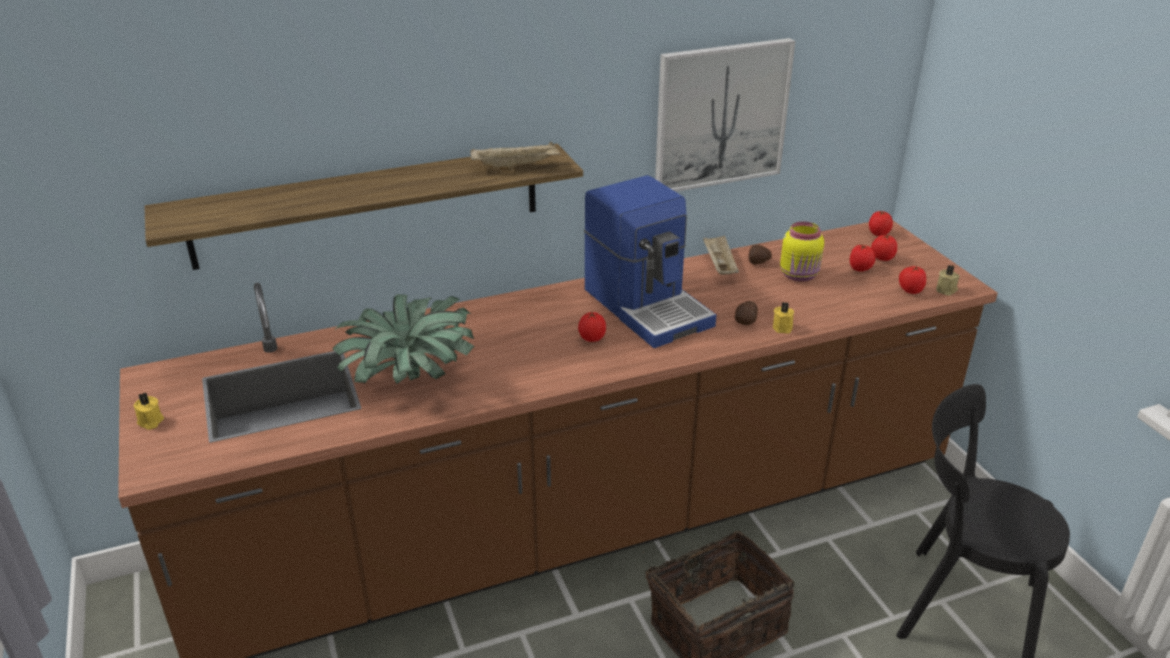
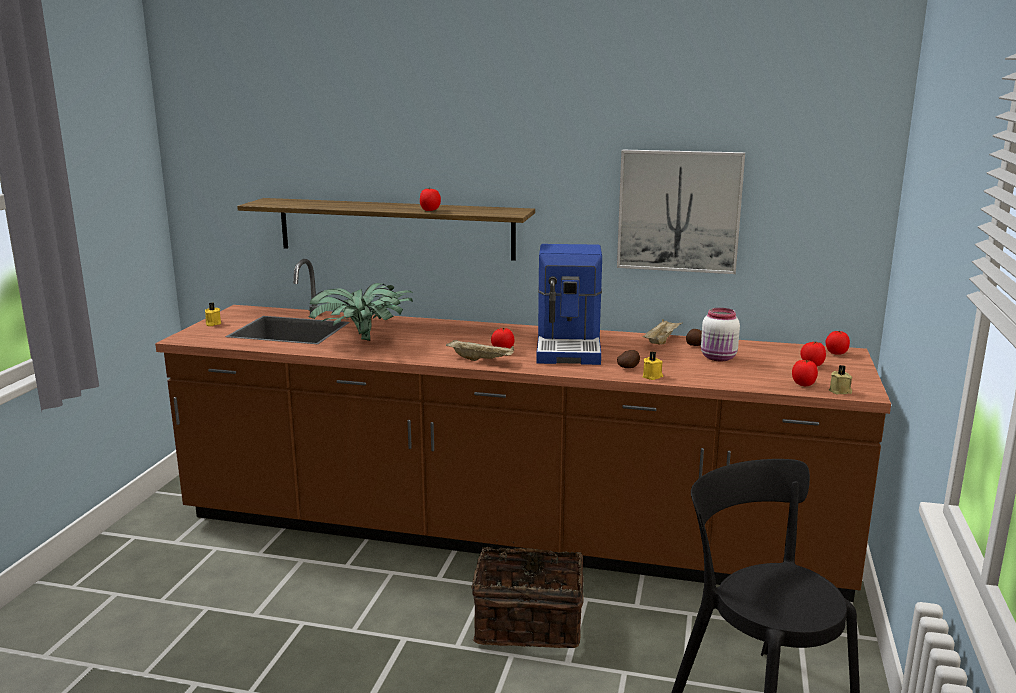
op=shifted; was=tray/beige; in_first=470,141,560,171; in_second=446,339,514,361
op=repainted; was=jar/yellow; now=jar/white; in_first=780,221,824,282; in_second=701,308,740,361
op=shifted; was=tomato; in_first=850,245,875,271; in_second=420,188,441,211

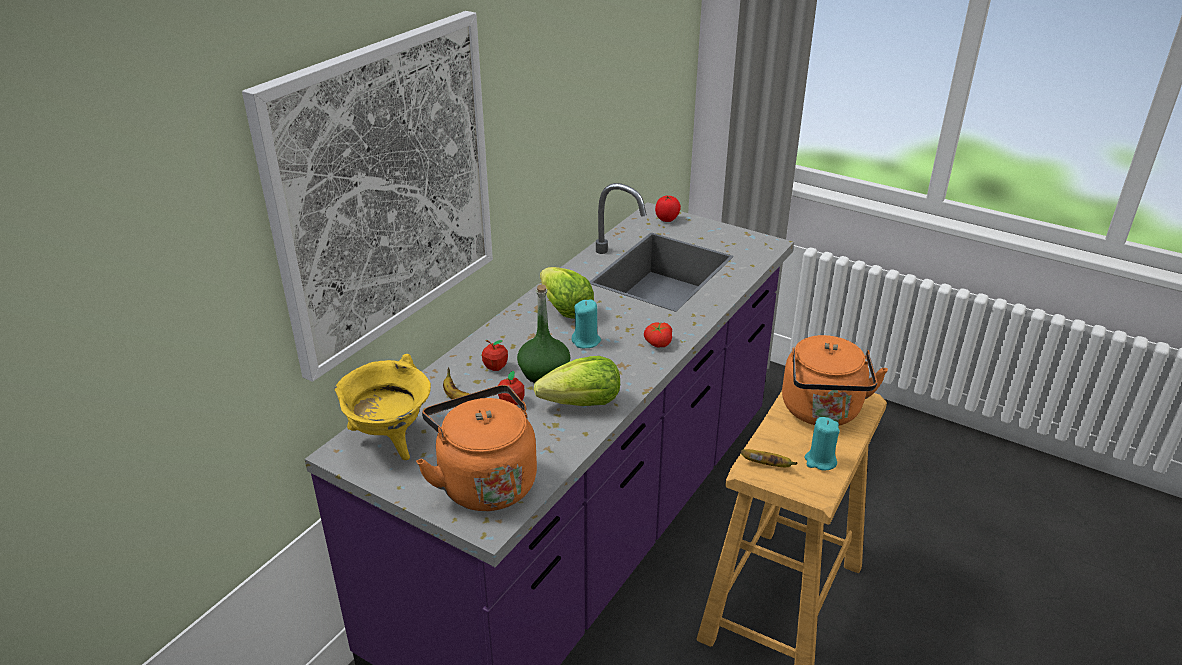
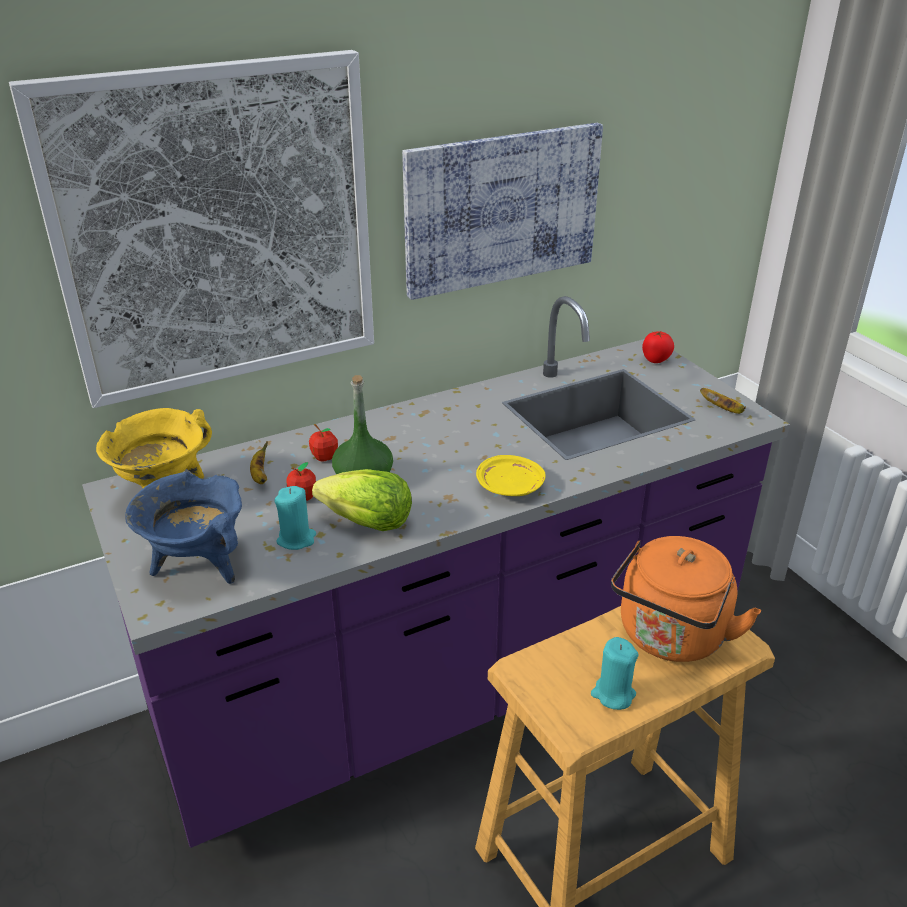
op=gone; was=lettuce; in_first=540,267,594,319
op=shifted; was=candle/turquoise; in_first=572,299,601,348; in_second=274,486,316,550
op=swapped; was=tomato; now=plate/yellow; in_first=644,322,672,348; in_second=476,455,546,496
op=swapped; was=kettle/orange; now=cooking pot/blue; in_first=416,385,537,511; in_second=125,472,242,584
op=shifted; was=banana; in_first=740,449,797,467; in_second=700,388,746,414
op=new; now=picture; in_second=402,123,603,300

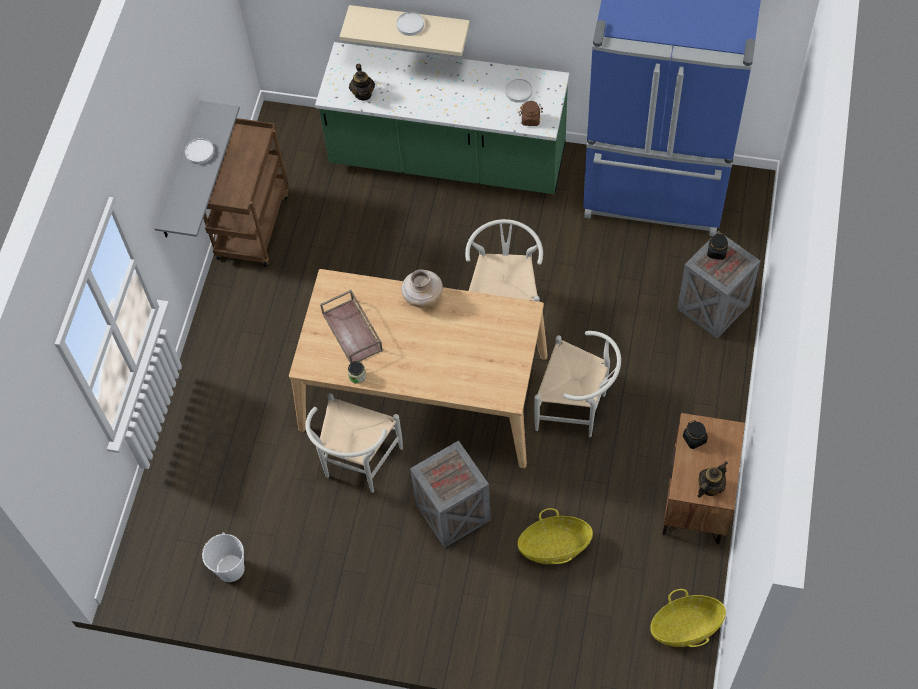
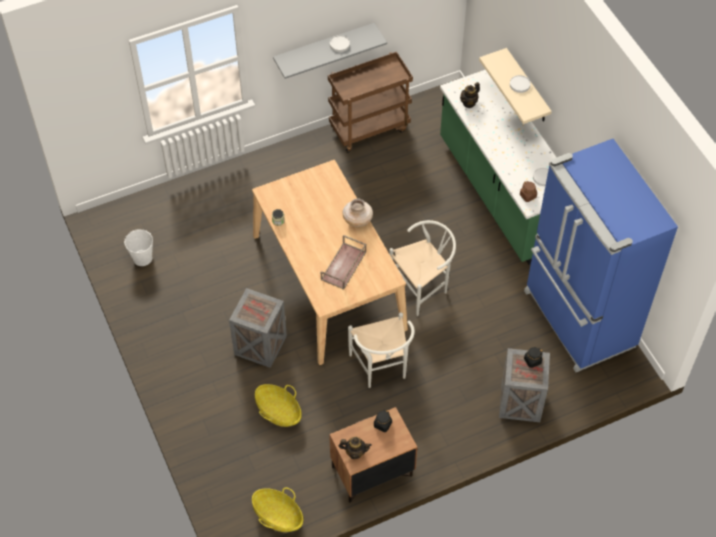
op=shifted; was=tray/brown; in_first=320,290,383,363; in_second=321,235,366,290
op=gone; was=chair/white; in_first=305,393,403,493

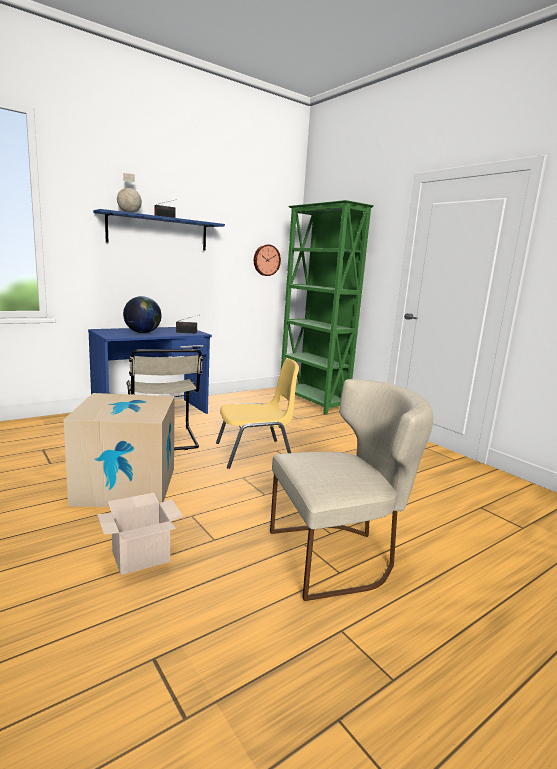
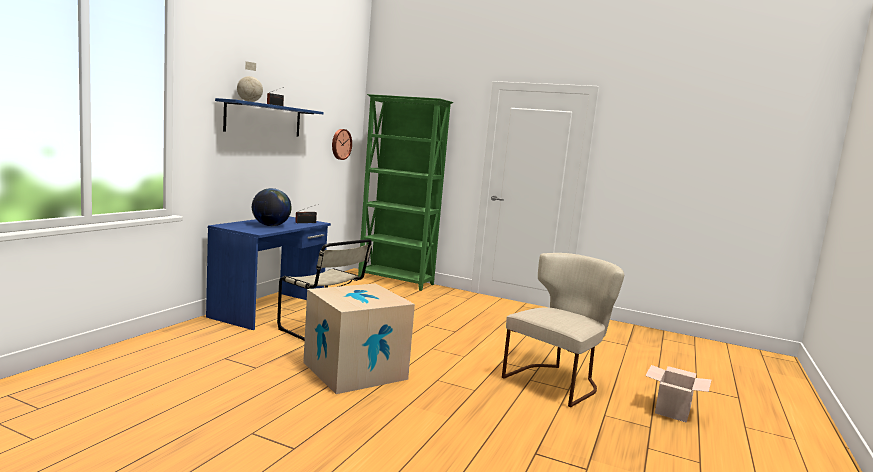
op=gone; was=chair/yellow; in_first=216,358,299,469
op=shifted; was=cardboard box; in_first=97,493,183,575; in_second=645,365,711,423

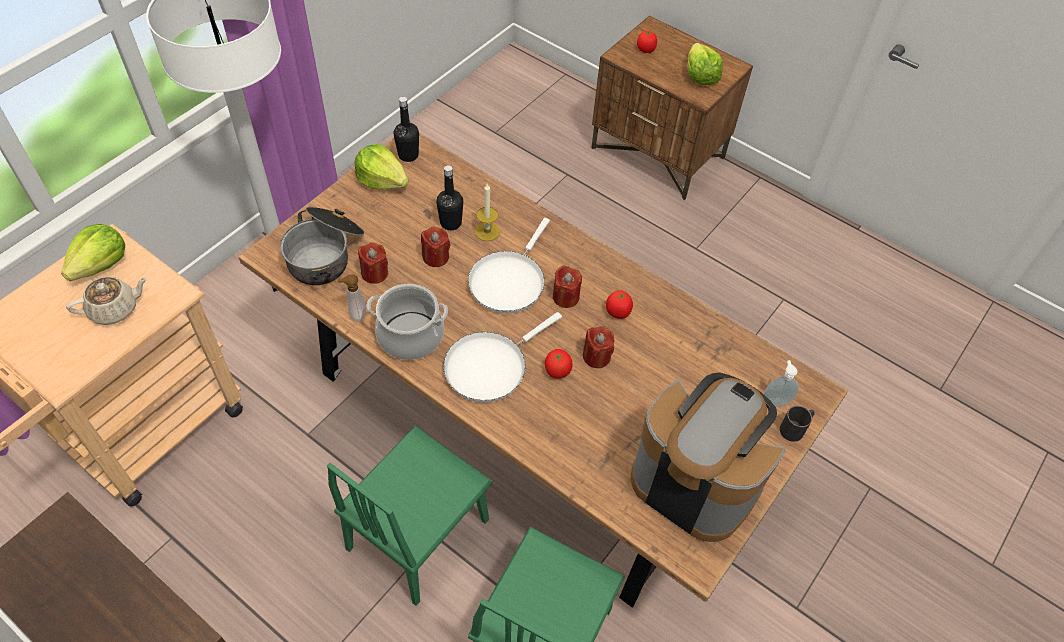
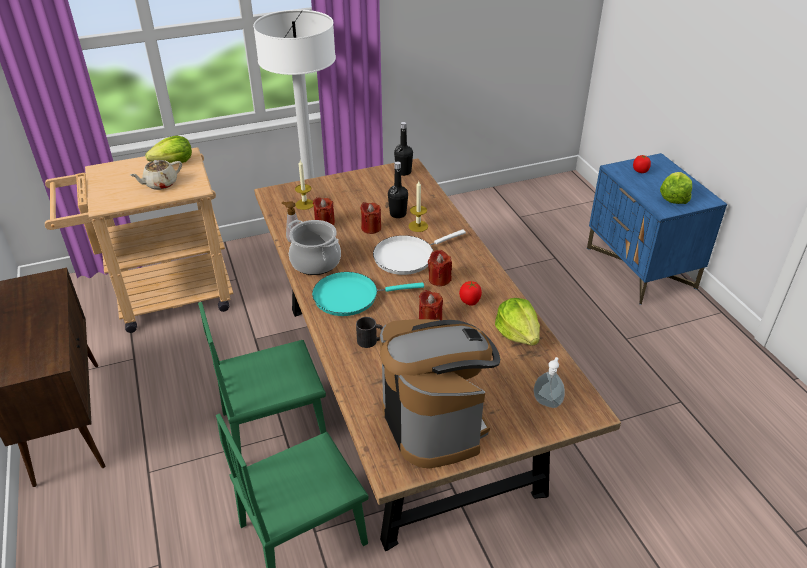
op=repainted; was=nightstand/brown; now=nightstand/blue; in_first=591,16,753,200; in_second=587,153,727,305
op=shifted; was=lettuce; in_first=354,144,409,190; in_second=495,298,540,346
op=swapped; was=cooking pot; now=candle; in_first=280,207,365,285; in_second=295,160,314,210
op=rotated; was=teapot/beige; in_first=66,277,148,325; in_second=130,160,182,190; clockwise=135
op=repainted; was=frying pan/white; now=frying pan/turquoise; in_first=443,312,562,403; in_second=312,272,424,316
op=gone; was=tomato; in_first=545,349,573,379
op=shifted; was=mug/black; in_first=780,406,815,442; in_second=356,317,383,348

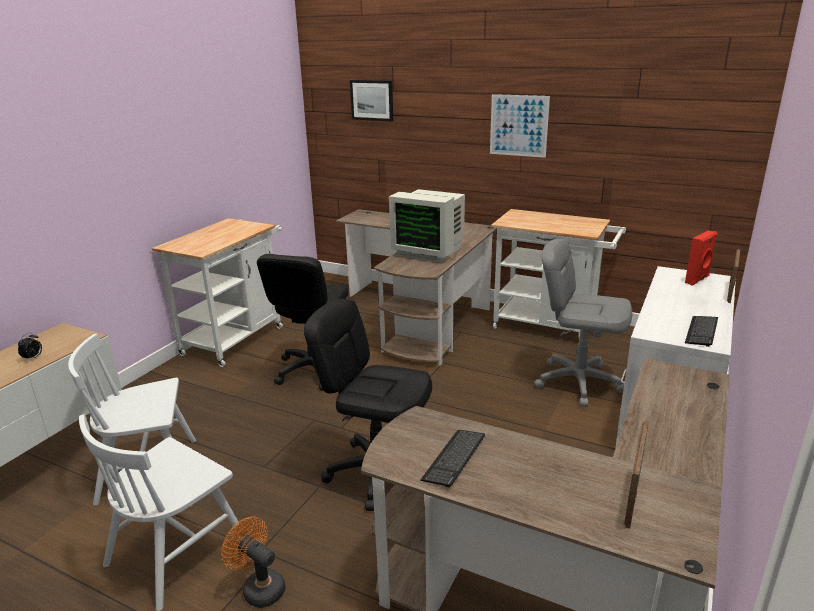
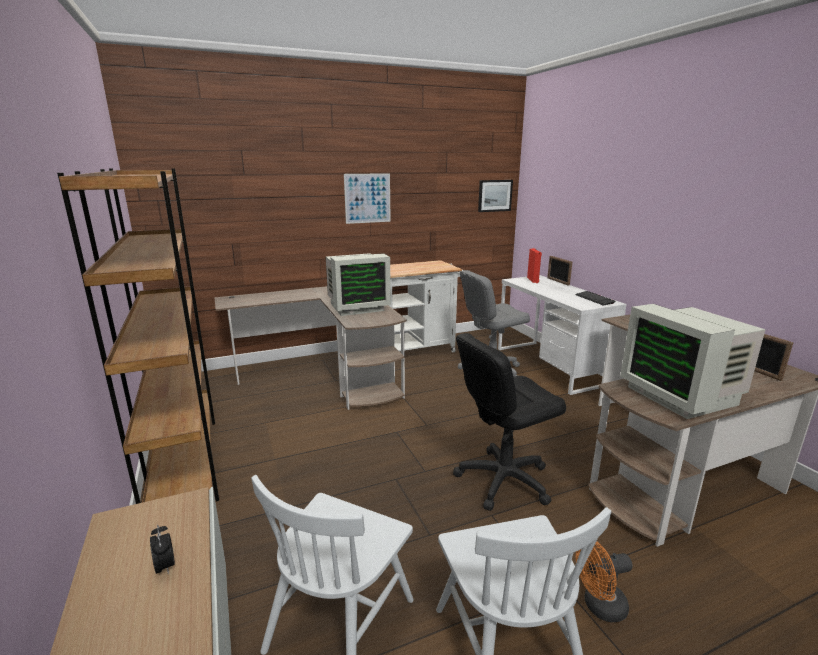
op=shifted; was=picture; in_first=350,80,393,121; in_second=478,180,513,212
op=swapped; was=cart/white; now=bookcase/brown; in_first=152,218,283,367; in_second=57,168,219,504
op=gone; was=office chair/black; in_first=257,254,348,391
op=swapped; was=keyboard; now=monitor; in_first=420,430,485,488; in_second=620,304,766,419

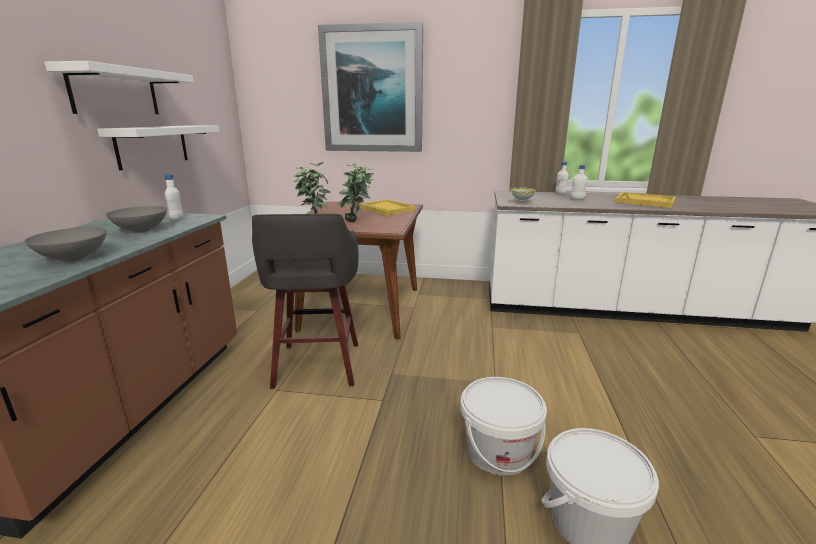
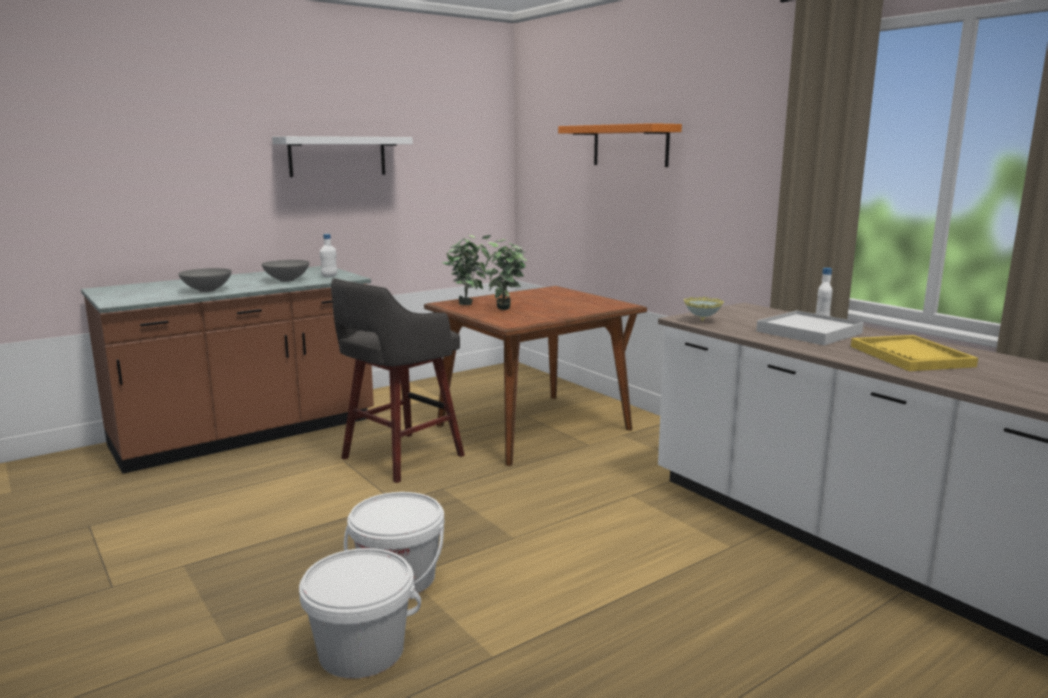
op=swapped; was=picture; now=shelf/orange; in_first=318,22,423,152; in_second=558,123,682,167
op=gone; was=shelf/white; in_first=97,125,219,170
op=swapped; was=bottle/white; now=tray/white; in_first=571,165,588,200; in_second=756,311,864,346
op=gone; was=tray/yellow; in_first=360,200,415,216

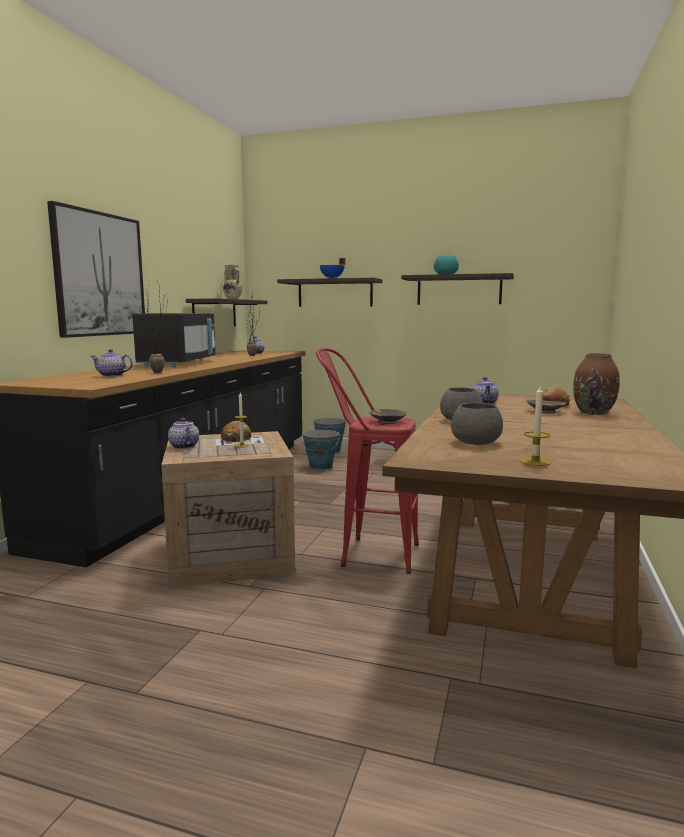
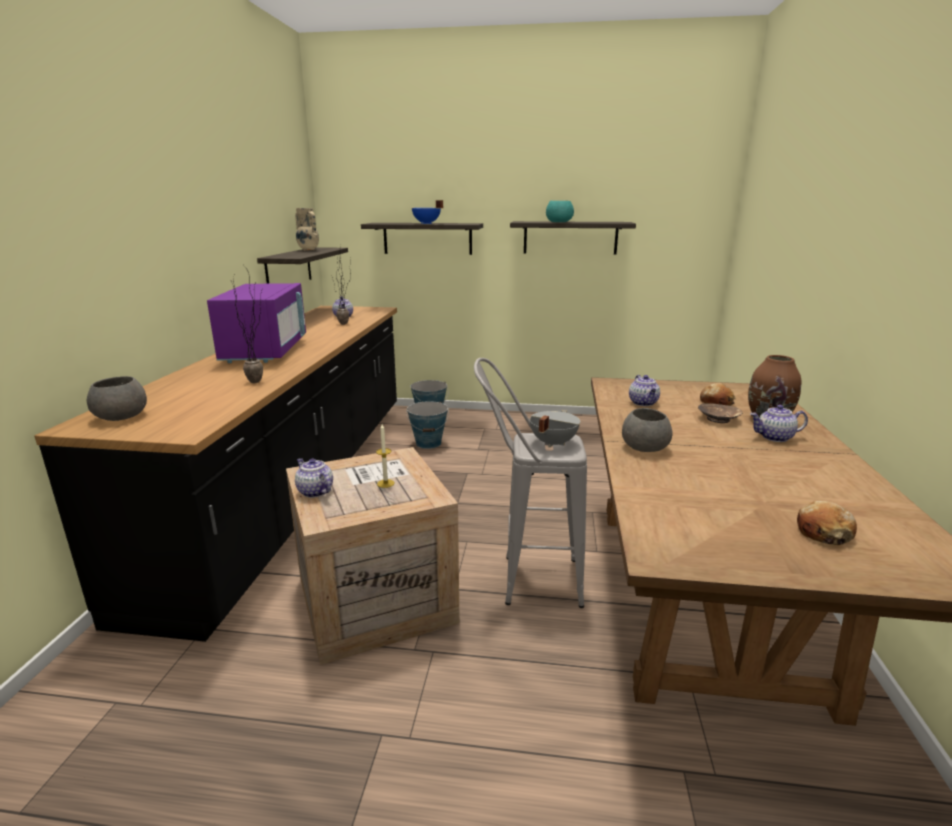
op=gone; was=picture; in_first=47,201,145,338
op=repainted; was=microwave/black; now=microwave/purple; in_first=132,313,216,367; in_second=207,283,306,363
op=repainted; was=stool/red; now=stool/grey; in_first=316,348,419,574; in_second=474,358,587,608
op=shifted; was=teapot; in_first=90,349,133,377; in_second=750,405,808,442
op=gone; was=candle; in_first=520,386,550,466
op=shifted; was=bowl/grey; in_first=451,403,503,445; in_second=87,376,147,421
op=swapped; was=bowl/brown; now=cooking pot/grey; in_first=369,409,407,424; in_second=530,410,580,448
op=shifted; was=bread; in_first=221,421,251,442; in_second=797,501,857,545

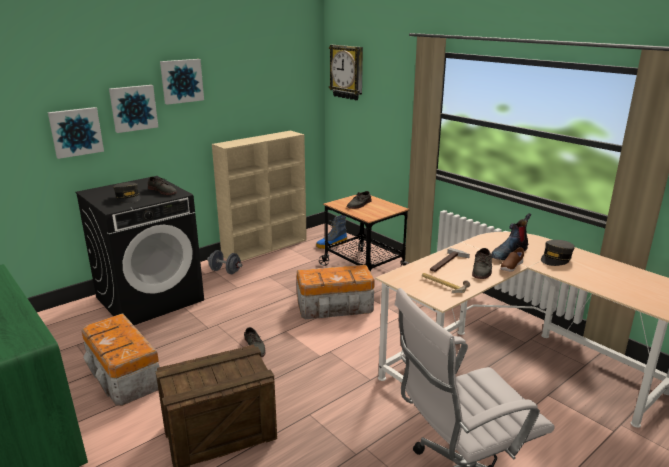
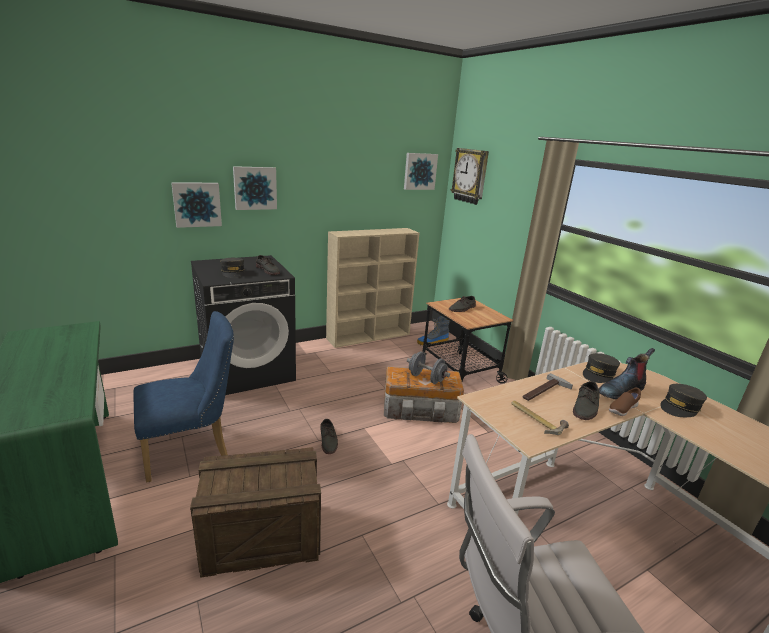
op=shifted; was=picture; in_first=160,59,204,105; in_second=404,153,438,190
op=shifted; was=dumbbell/grey; in_first=207,250,242,274; in_second=407,351,450,384
op=swapped; was=storage box; now=chair/blue; in_first=81,313,159,406; in_second=133,311,234,483
op=new; now=cap/grey; in_second=583,353,620,383

